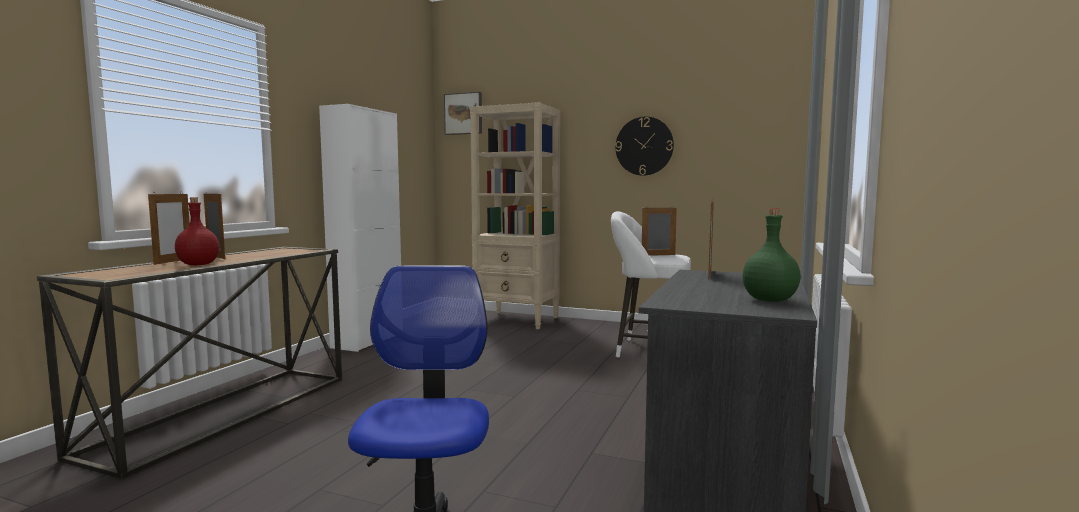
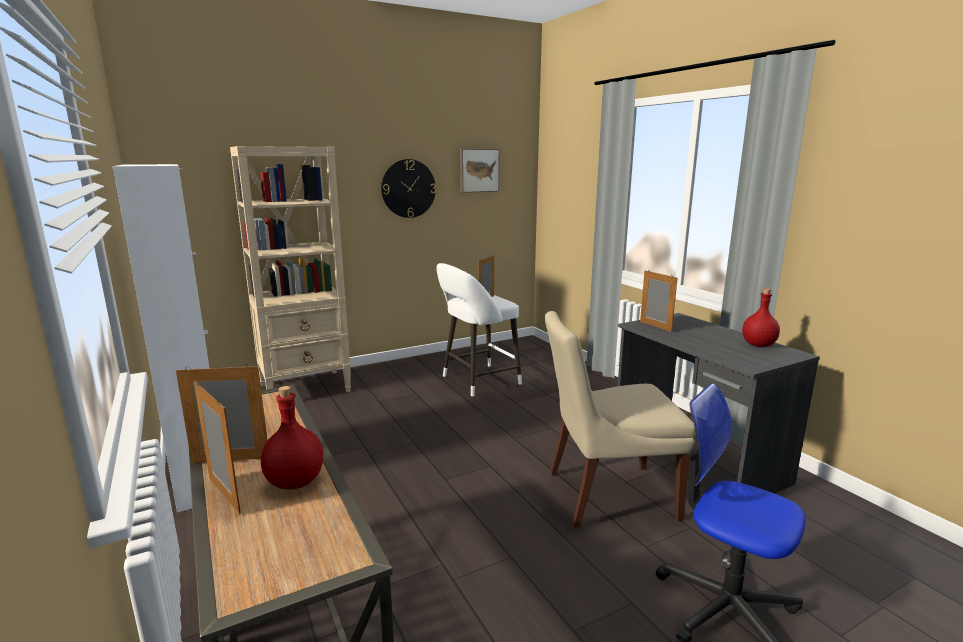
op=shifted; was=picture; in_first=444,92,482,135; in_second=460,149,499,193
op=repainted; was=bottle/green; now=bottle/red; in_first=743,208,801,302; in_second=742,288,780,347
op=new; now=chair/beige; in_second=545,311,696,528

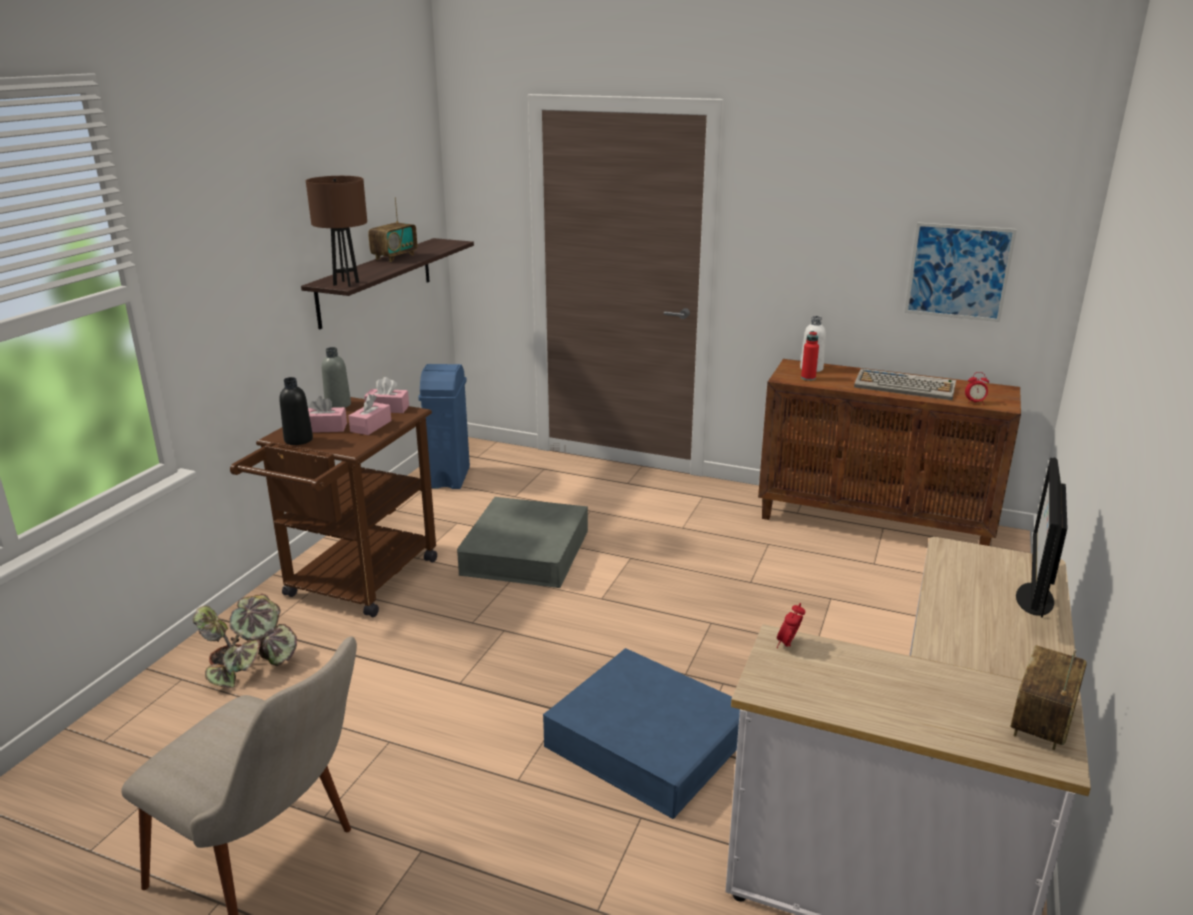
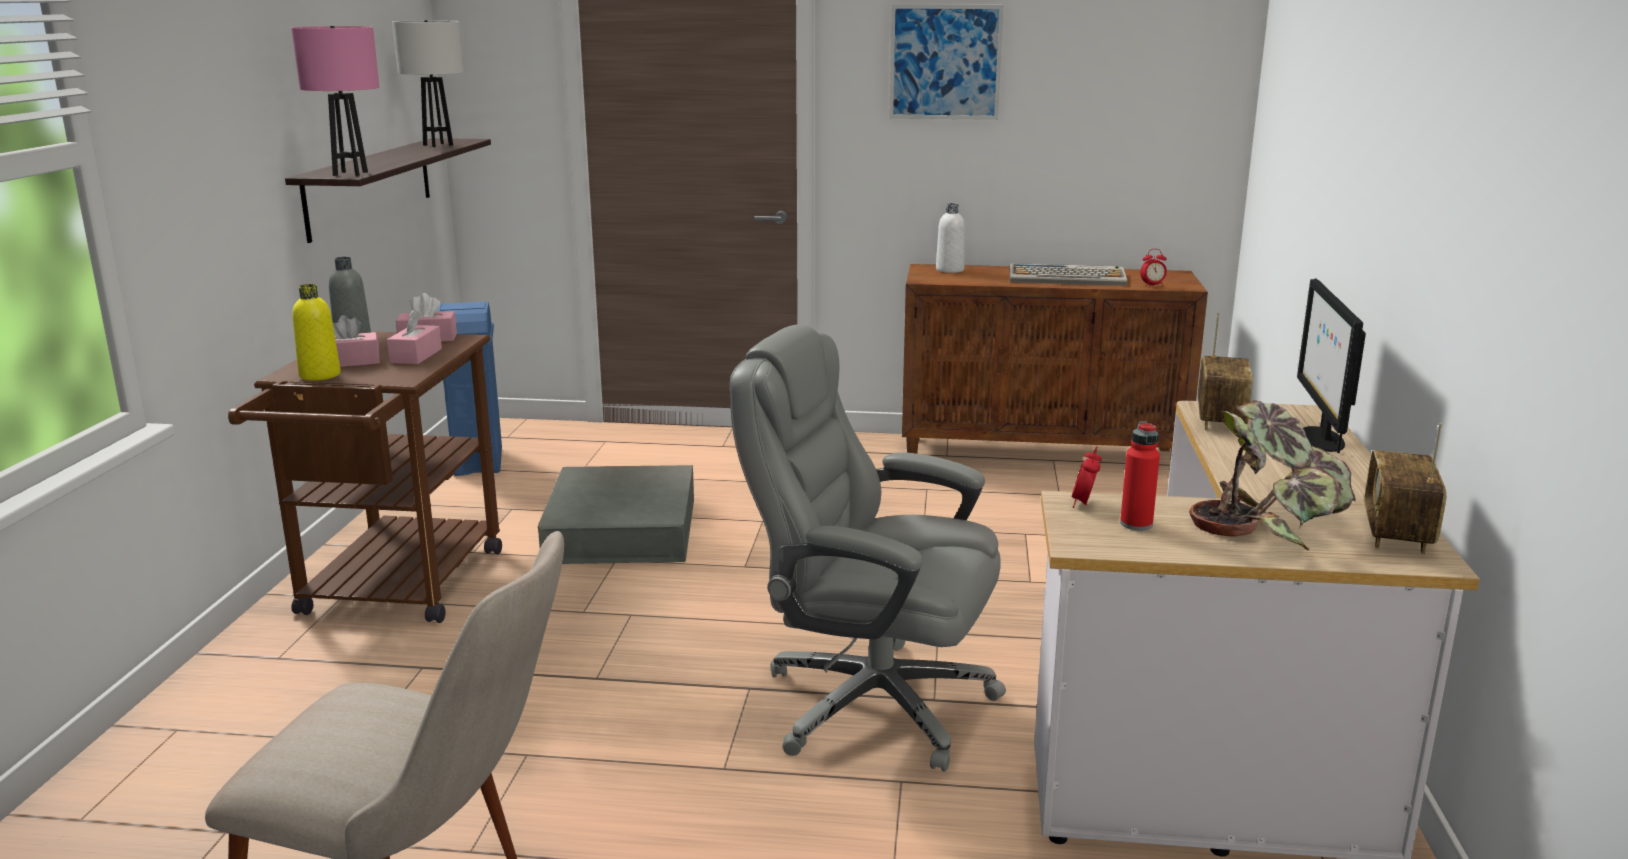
op=repainted; was=table lamp/brown; now=table lamp/pink; in_first=306,176,367,287; in_second=291,26,379,176
op=shifted; was=radio; in_first=368,197,417,262; in_second=1198,312,1253,430
op=shifted; was=picture; in_first=904,222,1017,322; in_second=889,5,1003,120
op=shifted; was=bottle/red; in_first=801,331,819,381; in_second=1120,422,1160,531
op=repainted; was=bottle/black; now=bottle/yellow; in_first=279,377,313,445; in_second=292,284,341,381
op=shifted; was=potted plant; in_first=193,594,297,688; in_second=1189,401,1356,550
op=swapped; was=storage box/blue; now=office chair/grey; in_first=543,648,740,819; in_second=730,324,1006,772
op=new; now=table lamp/white; in_second=392,20,464,147

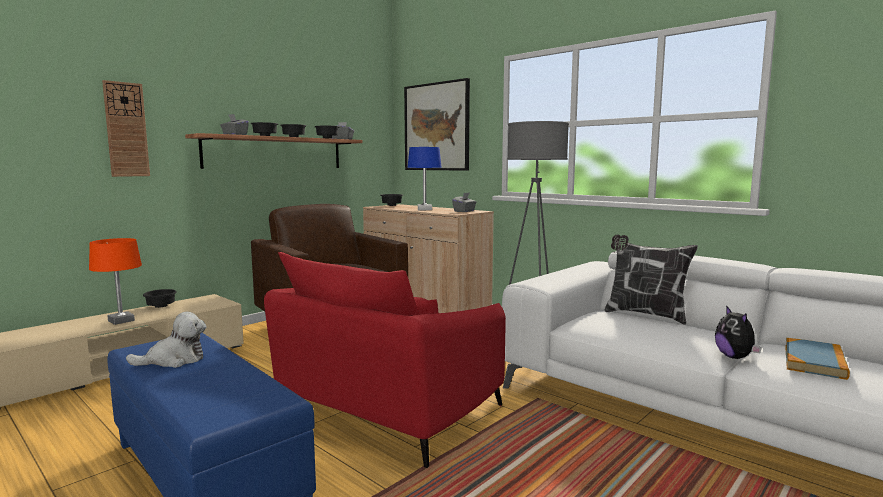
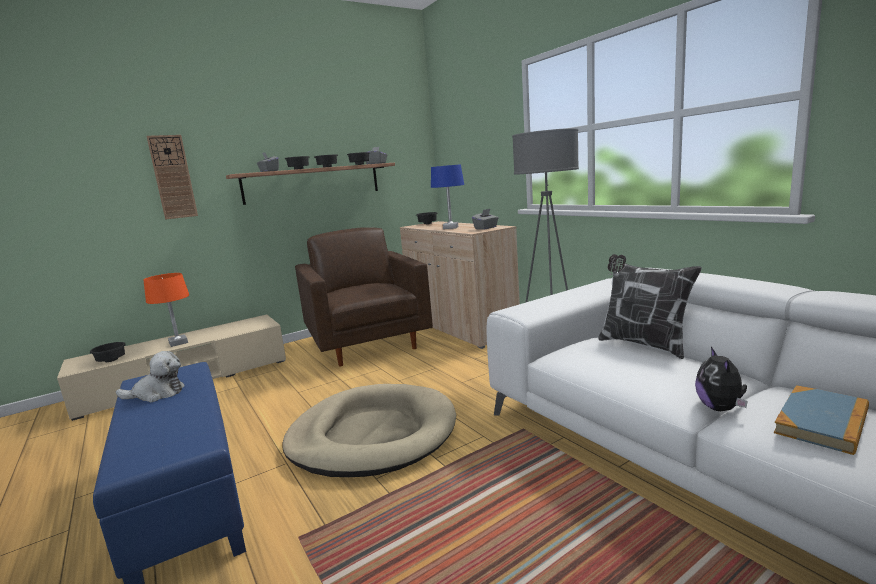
op=gone; was=picture; in_first=404,78,470,171
op=swapped; was=armchair/red; now=dog bed/beige; in_first=264,252,506,468; in_second=282,384,456,477
op=shifted; was=bowl/black; in_first=143,289,177,308; in_second=90,342,126,362

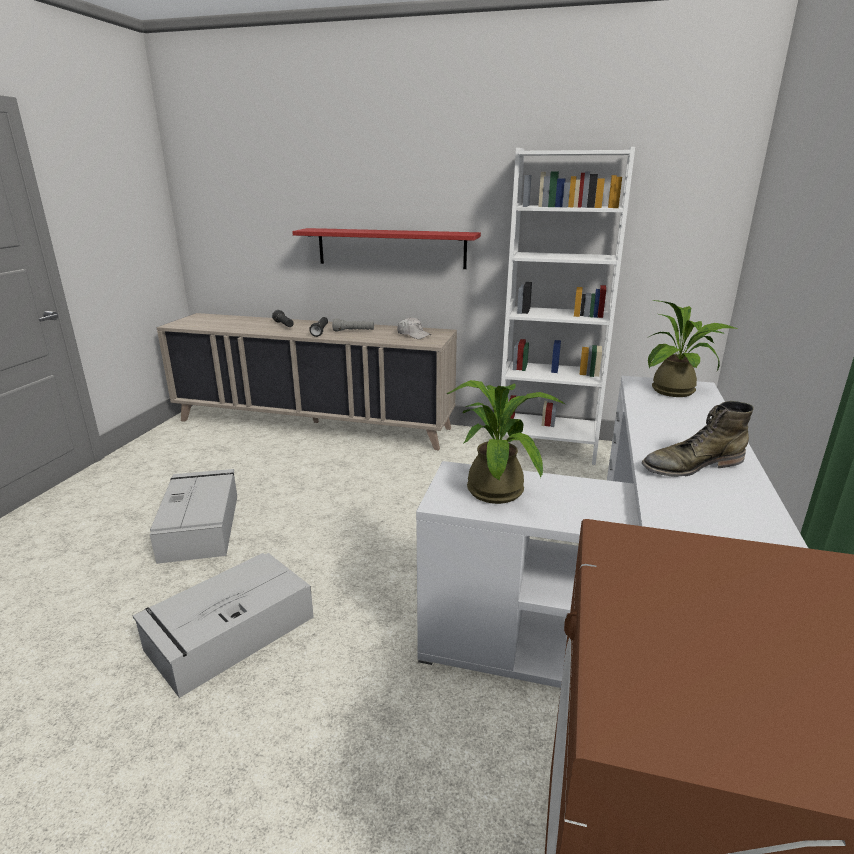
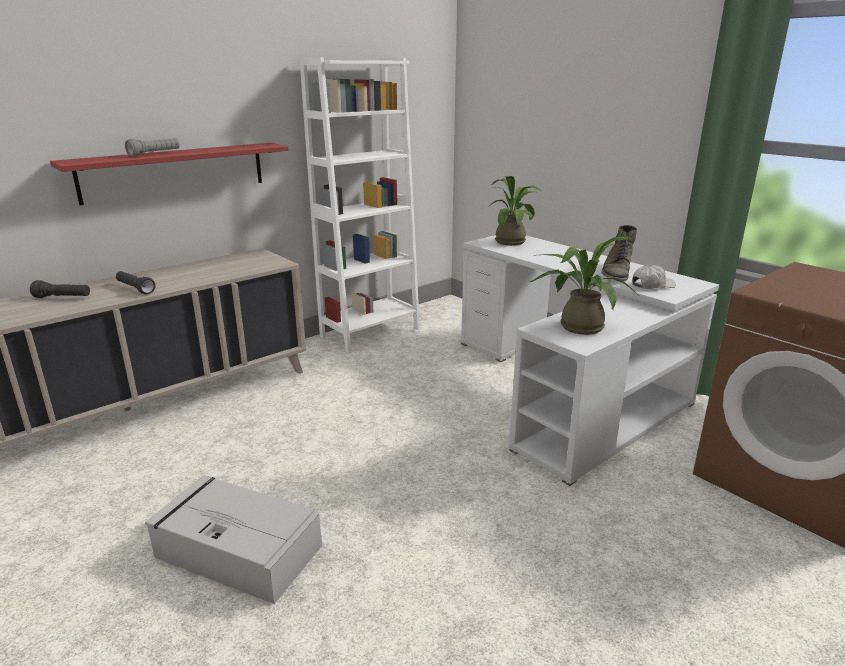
op=shifted; was=cap/white; in_first=397,317,431,339; in_second=632,265,676,289
op=shifted; was=flashlight/grey; in_first=332,318,374,332; in_second=125,138,180,157
op=gone; was=storage box/grey; in_first=133,553,314,698

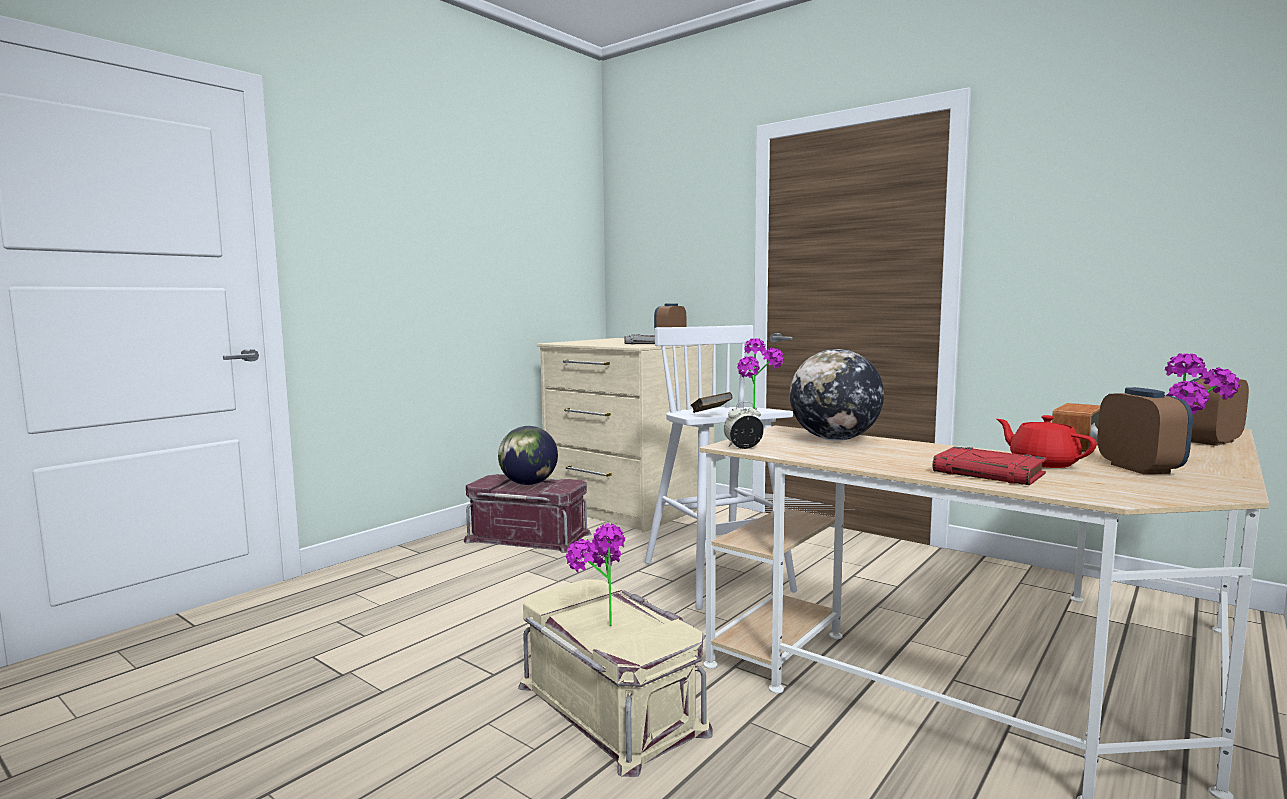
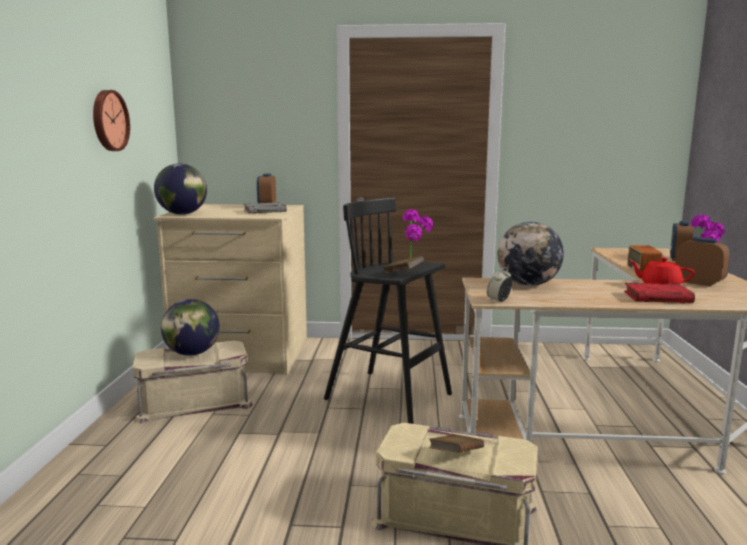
op=repainted; was=stool/white; now=stool/black; in_first=645,325,797,610; in_second=324,198,452,424
op=repainted; was=storage box/red; now=storage box/beige; in_first=464,474,592,553; in_second=133,341,253,424
op=swapped; was=potted plant; now=book/brown; in_first=566,523,625,626; in_second=429,434,484,452
op=new; now=wall clock; in_second=93,90,130,151
op=new; now=globe; in_second=154,164,207,215

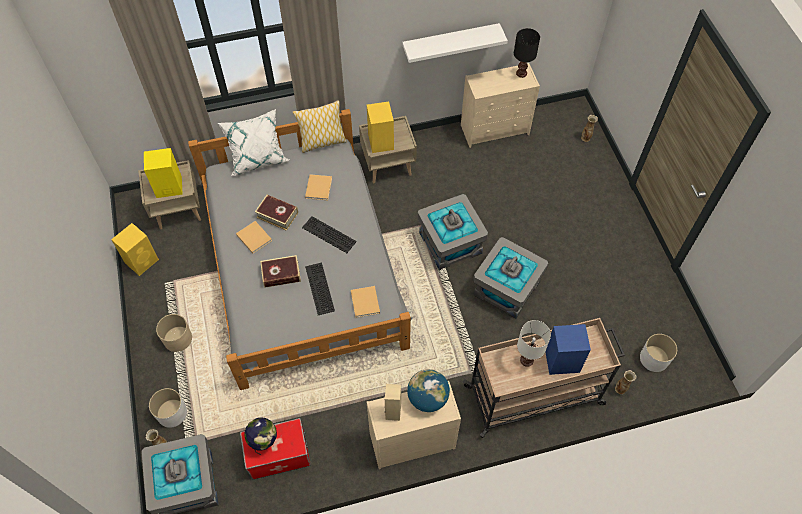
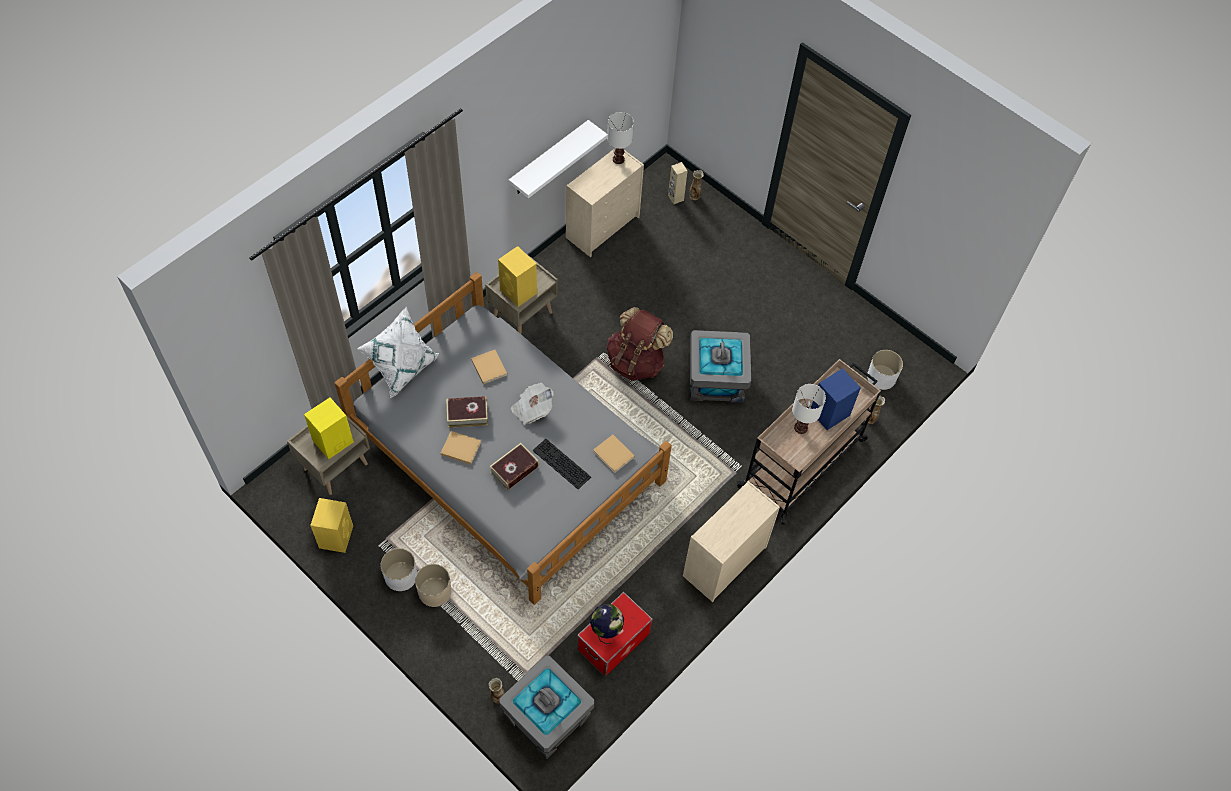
op=repainted; was=table lamp/black; now=table lamp/white; in_first=514,28,540,78; in_second=607,112,634,164
op=gone; was=pillow; in_first=293,100,347,153
op=swapped; was=storage box/grey; now=backpack/brown; in_first=417,194,488,270; in_second=607,307,673,381
op=swapped; was=keyboard; now=newspaper; in_first=302,216,357,253; in_second=511,383,554,425
op=gone; was=globe; in_first=407,369,450,412
op=shifted; was=speaker/beige; in_first=385,384,401,421; in_second=668,162,687,204
op=shifted; was=planter/white; in_first=149,388,187,428; in_second=380,548,417,591

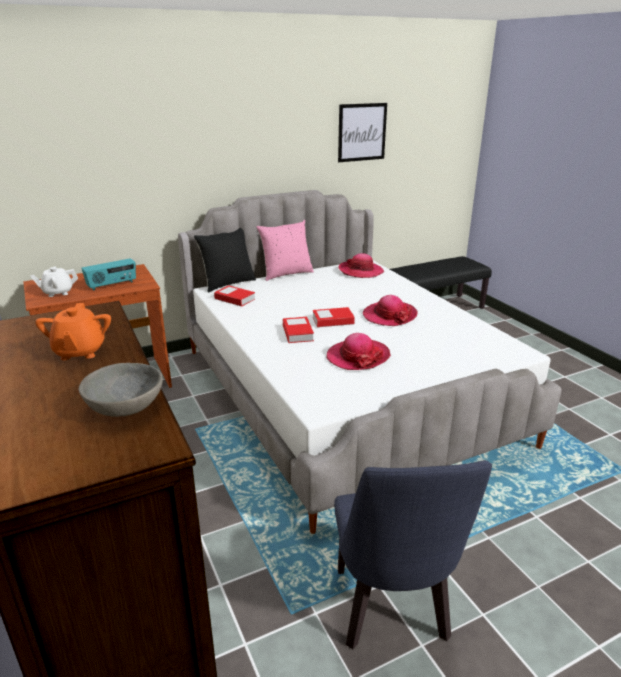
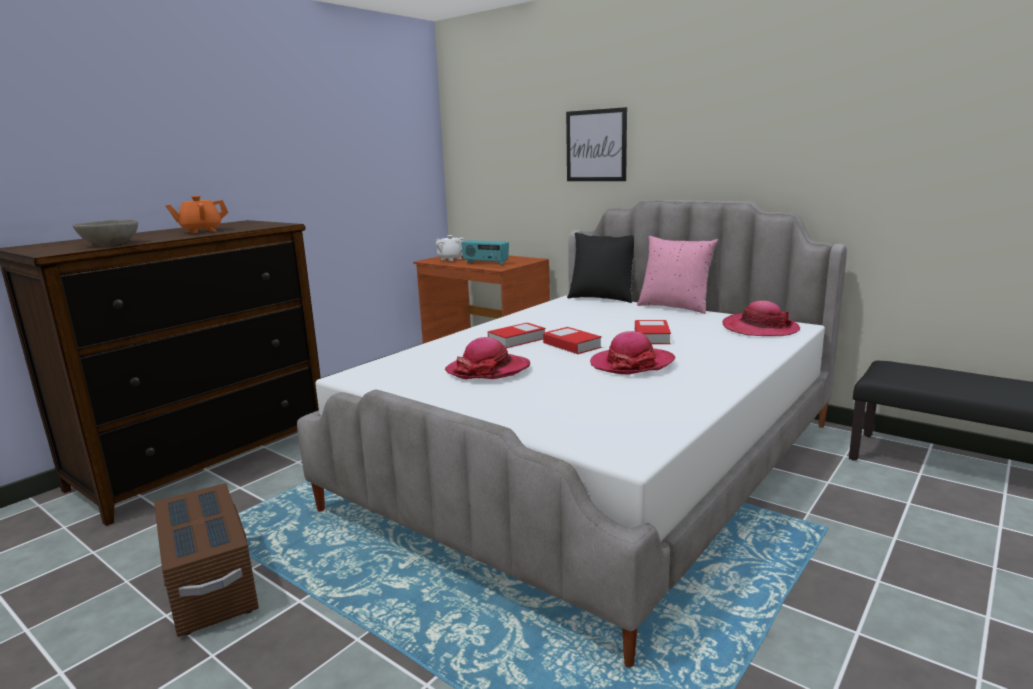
op=shifted; was=picture; in_first=338,103,387,162; in_second=566,107,627,181
op=shifted; was=book; in_first=214,285,255,306; in_second=635,320,671,344
op=swapped; was=chair/blue; now=storage box/brown; in_first=334,460,492,649; in_second=154,483,259,637

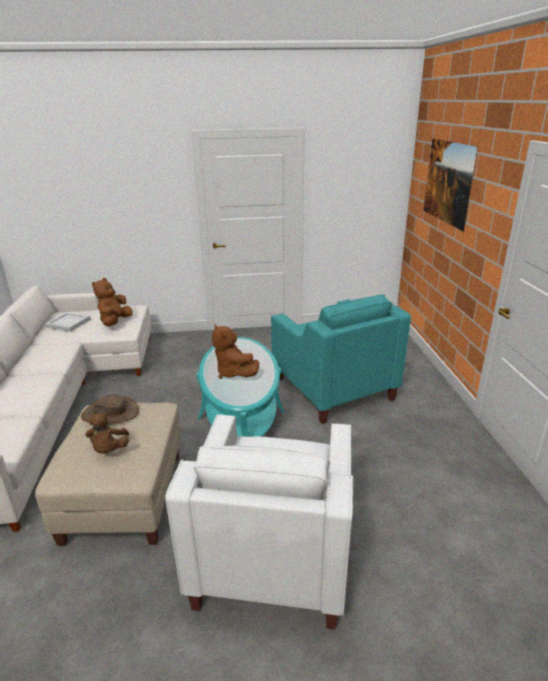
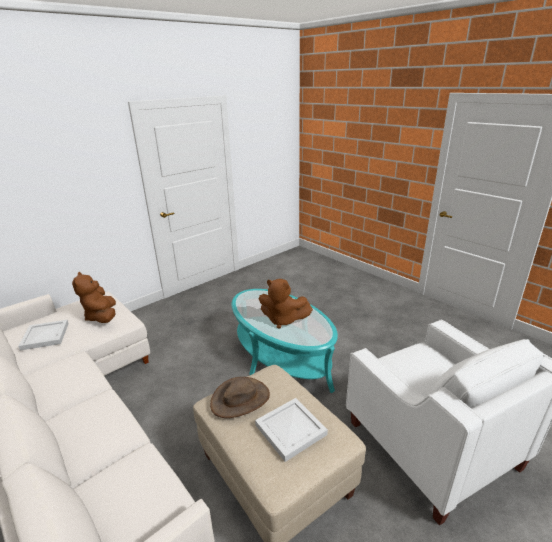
op=gone; was=picture; in_first=423,138,478,232
op=gone; was=armchair/turquoise; in_first=271,294,411,424
op=swapped; was=plush toy/brown; now=tray/white; in_first=85,413,129,454; in_second=255,398,328,462

